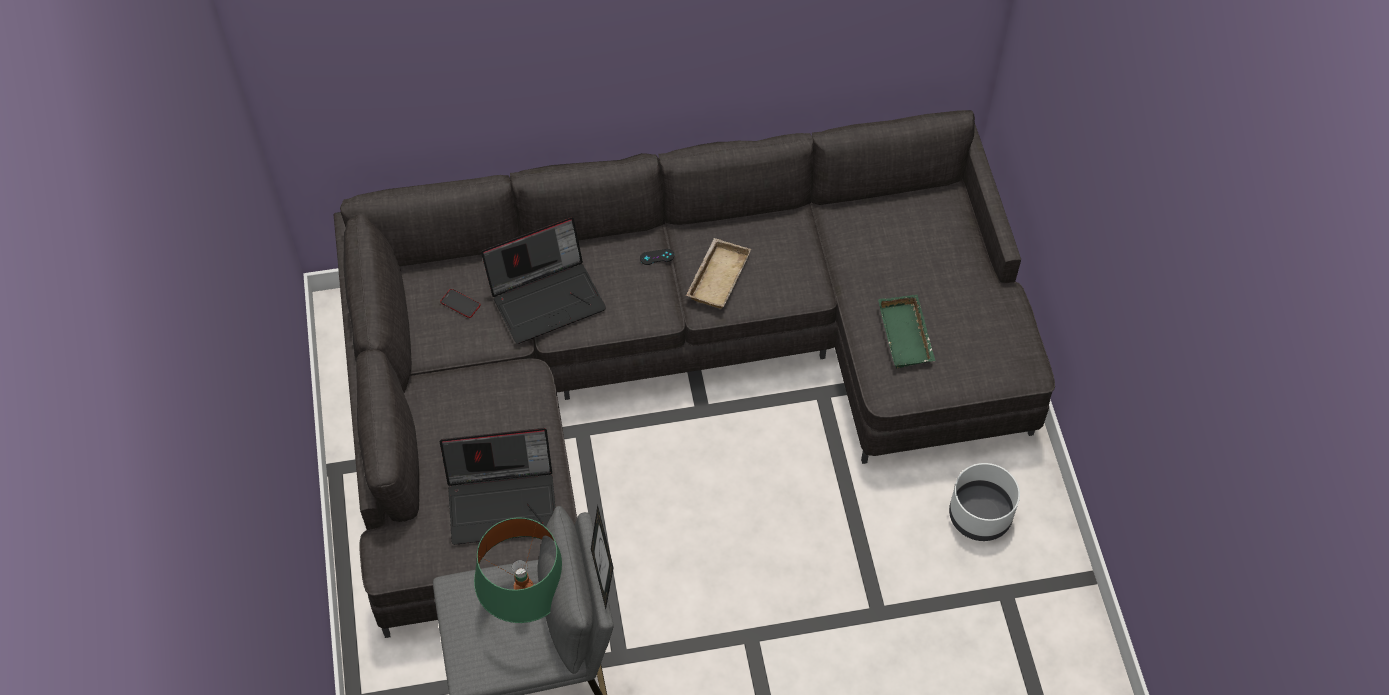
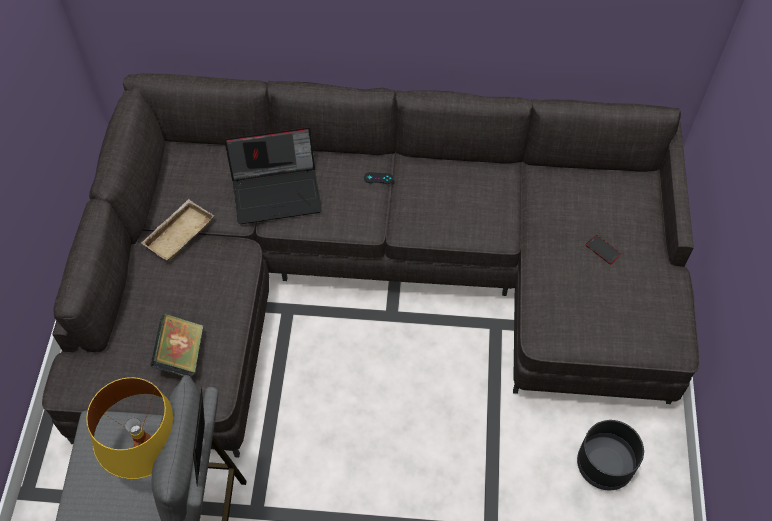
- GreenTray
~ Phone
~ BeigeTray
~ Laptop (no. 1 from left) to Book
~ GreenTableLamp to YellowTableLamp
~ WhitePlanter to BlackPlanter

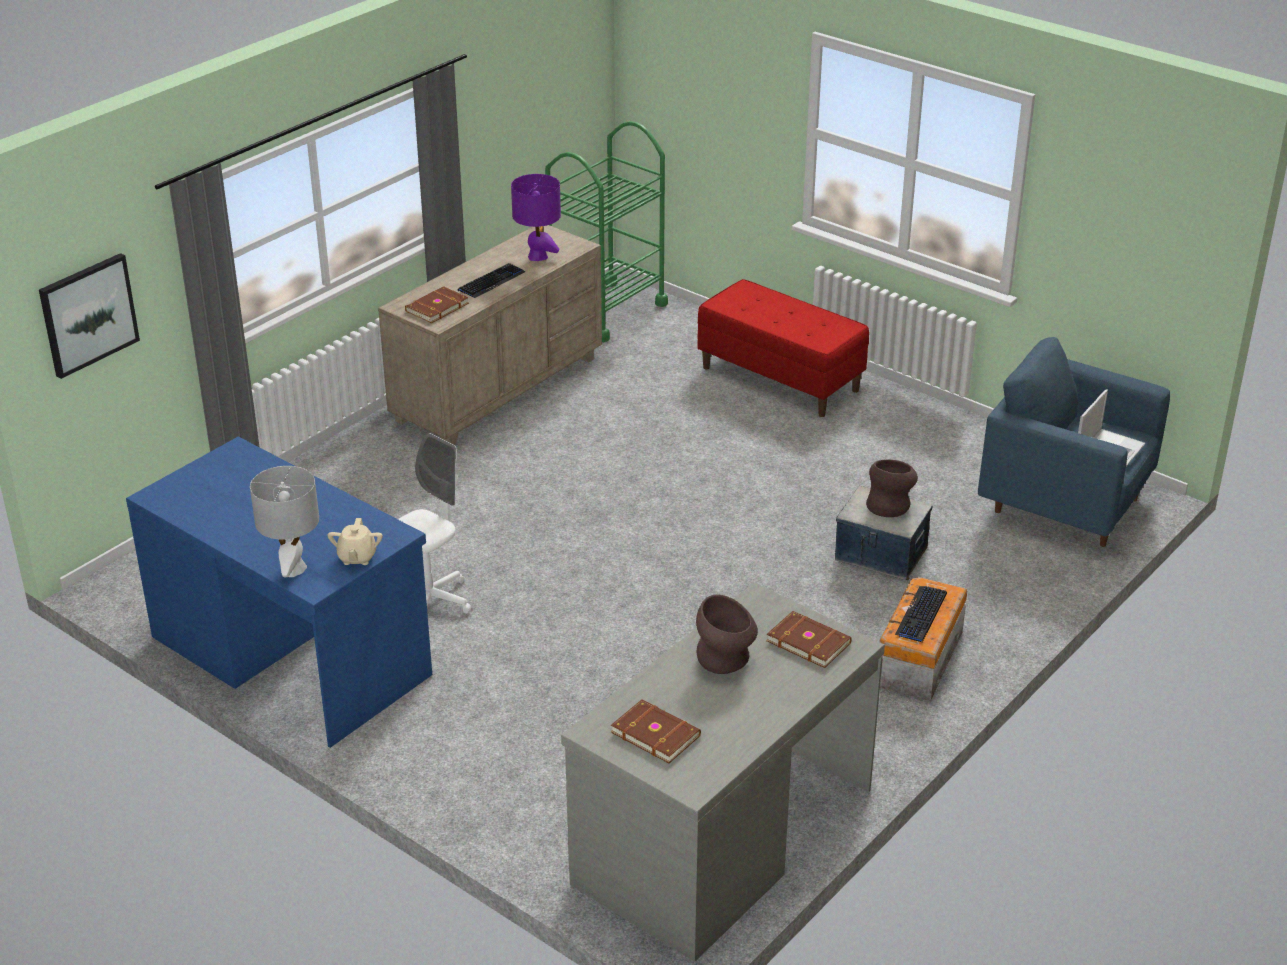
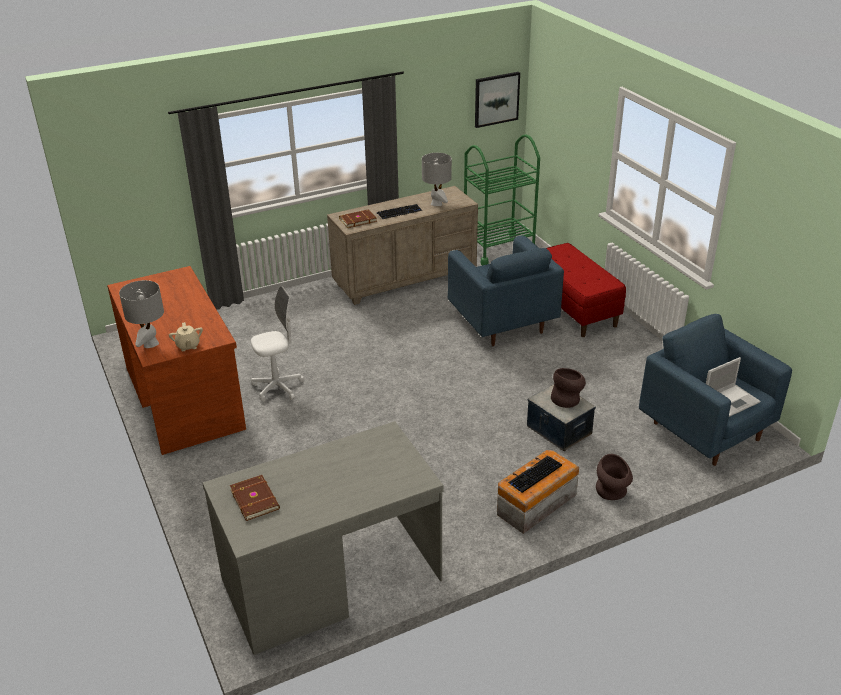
- BrownBook (no. 3 from left)
+ BlueArmchair (no. 1 from left)
~ Picture
~ BrownVase (no. 1 from left in the first image) to BrownVase (no. 2 from left)
~ BlueDesk to BrownDesk
~ PurpleTableLamp to GreyTableLamp (no. 2 from left)
~ BeigeTeapot 45 degrees counterclockwise

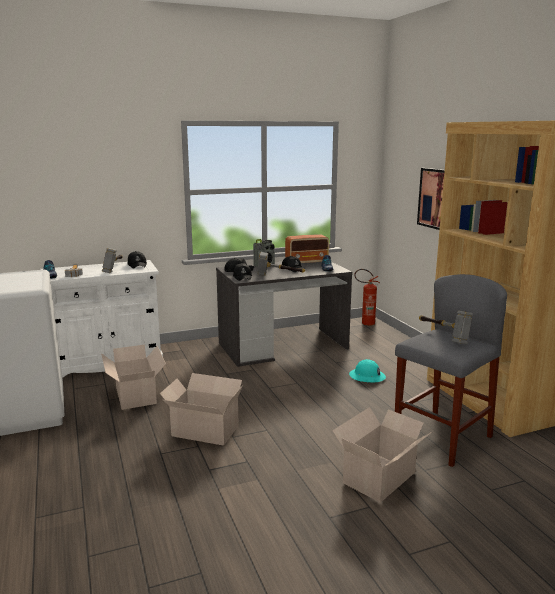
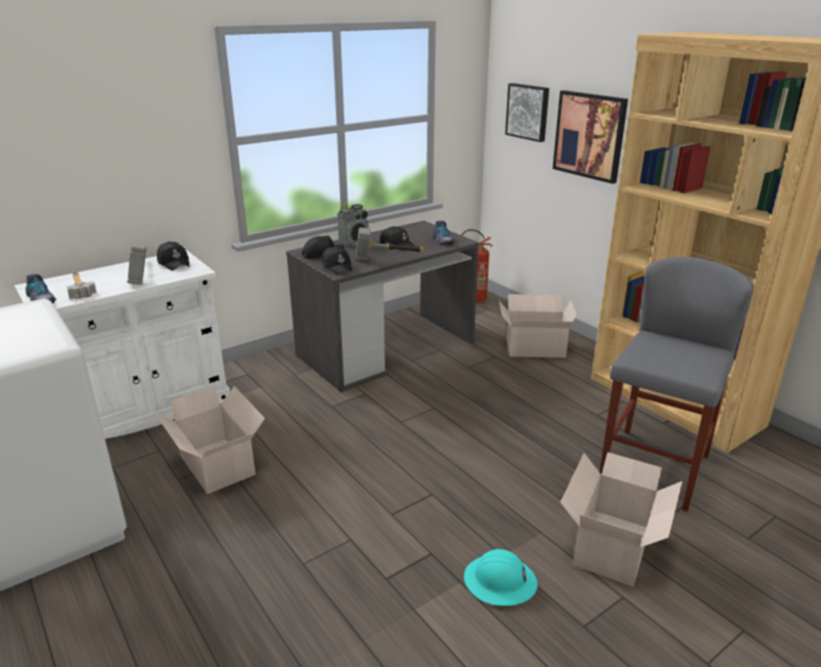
- Radio (no. 2 from left)
- Hammer (no. 4 from left)
+ Picture (no. 1 from left)
~ CardboardBox (no. 2 from left)
~ TurquoiseHardHat

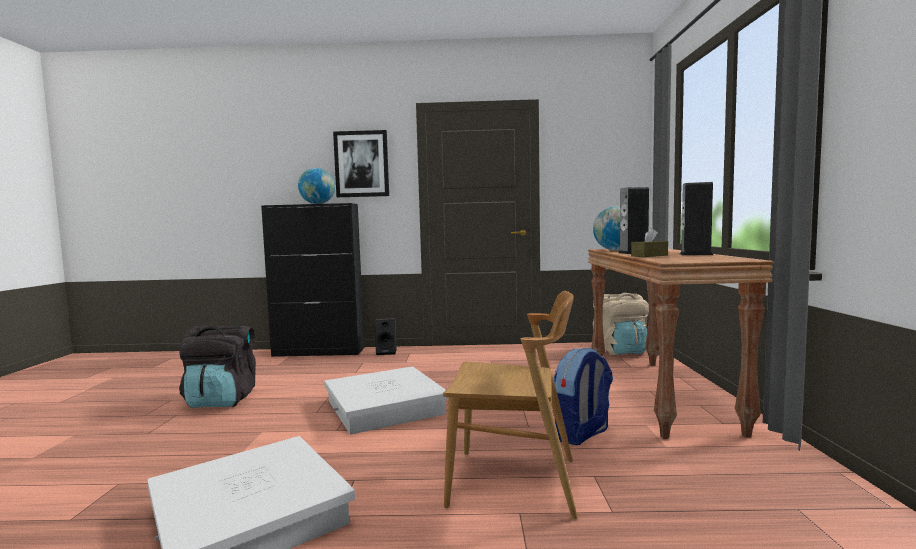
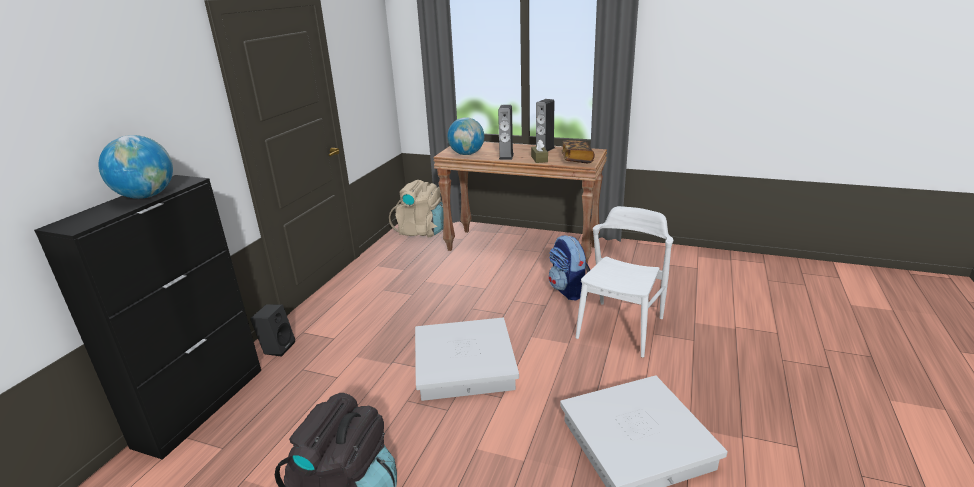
- Picture
+ Book
~ BrownChair to WhiteChair

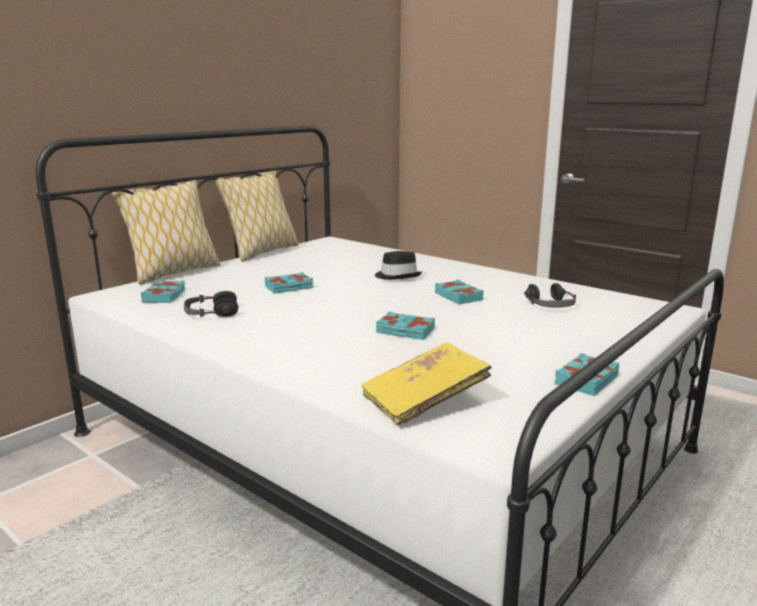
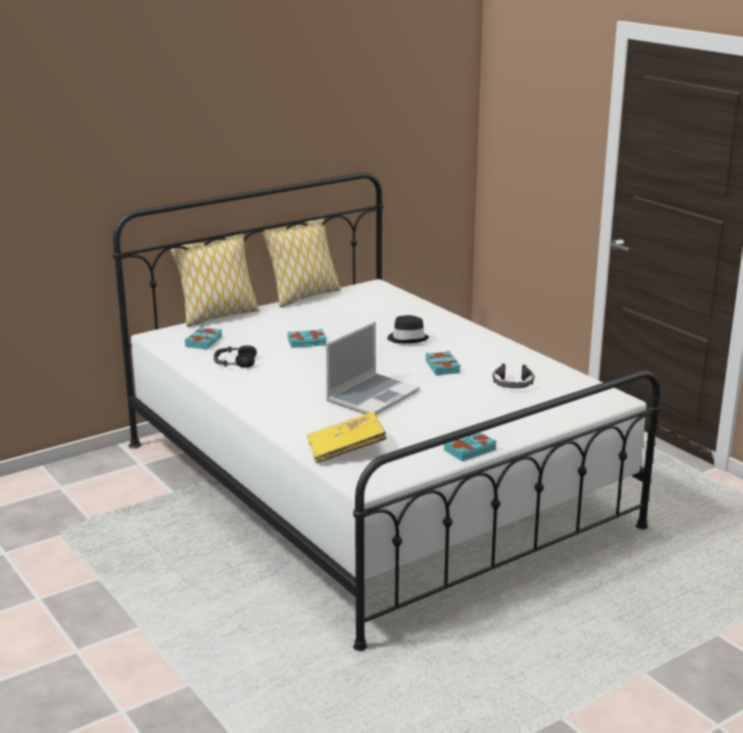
~ TurquoiseBook (no. 3 from left) to Laptop

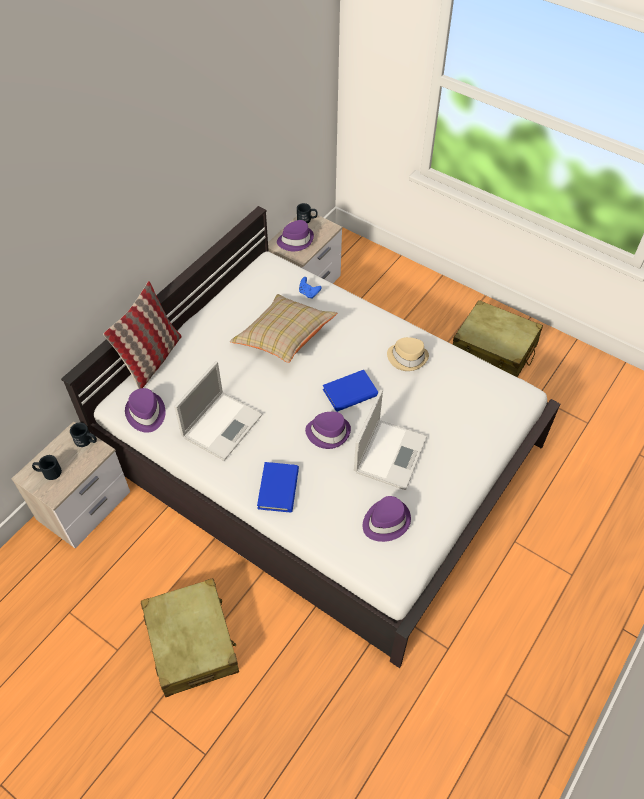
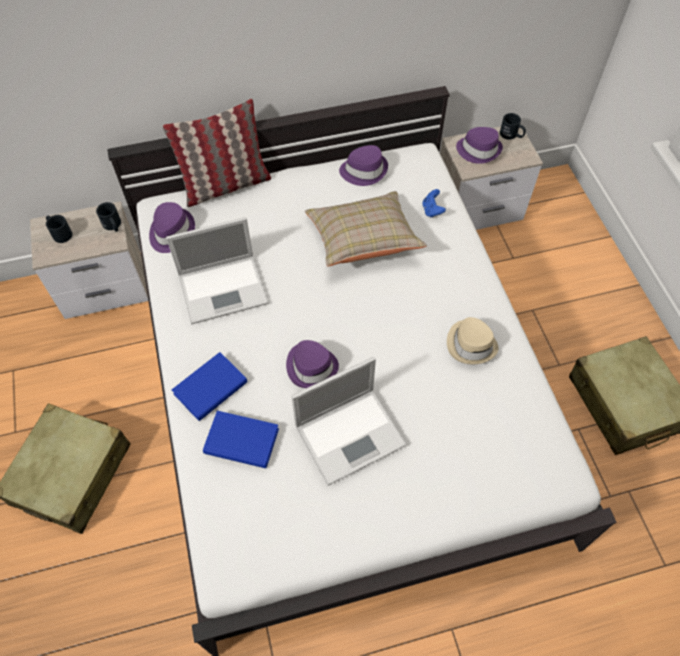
~ BlueBook (no. 2 from left)
~ PurpleHat (no. 4 from left in the first image) to PurpleHat (no. 3 from left)

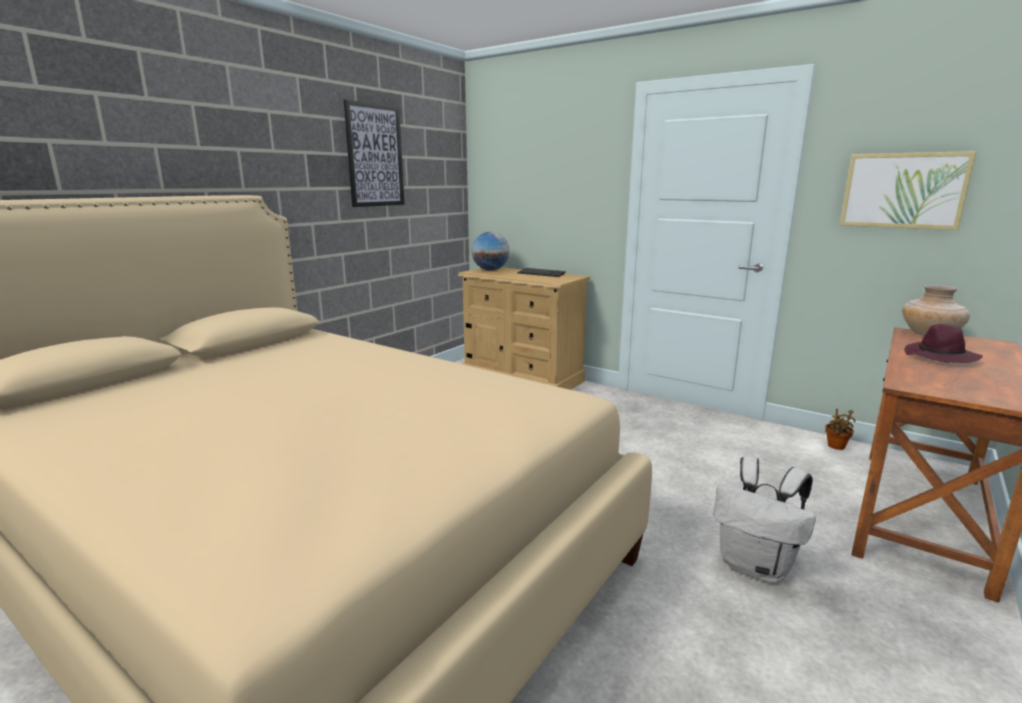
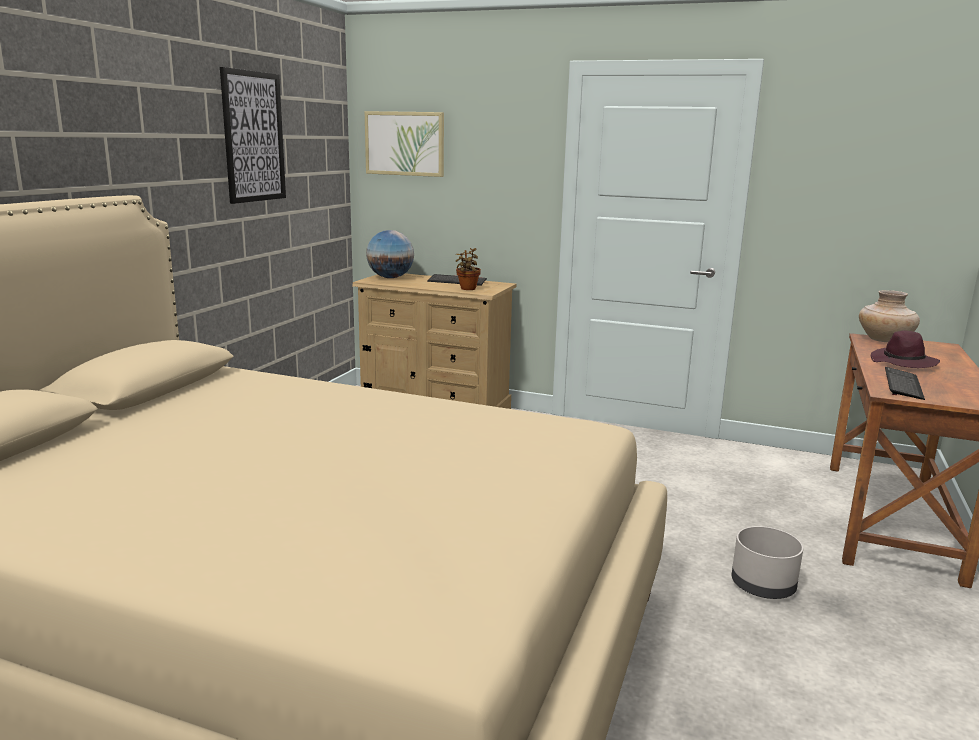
+ Keyboard (no. 2 from left)
~ PottedPlant
~ Picture (no. 2 from left)
~ WhiteBackpack to GreyPlanter

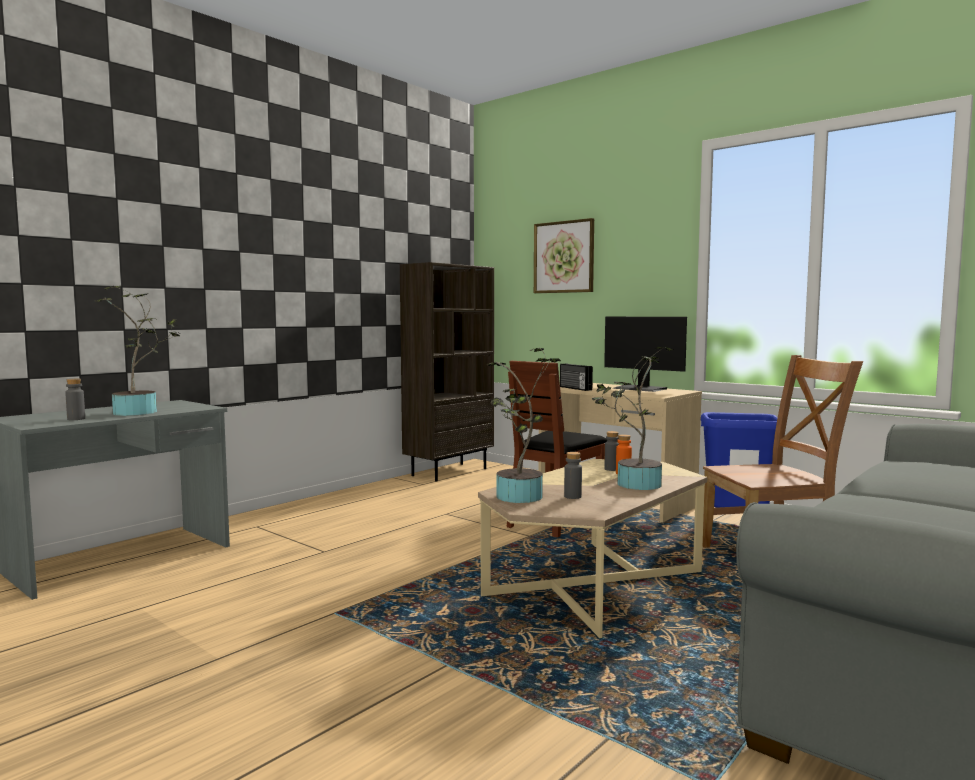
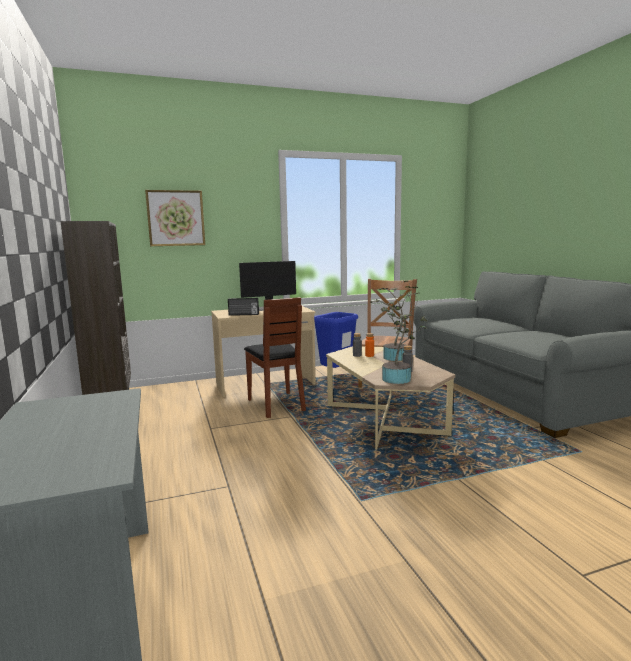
- GreyBottle (no. 1 from left)
- PottedPlant (no. 1 from left)

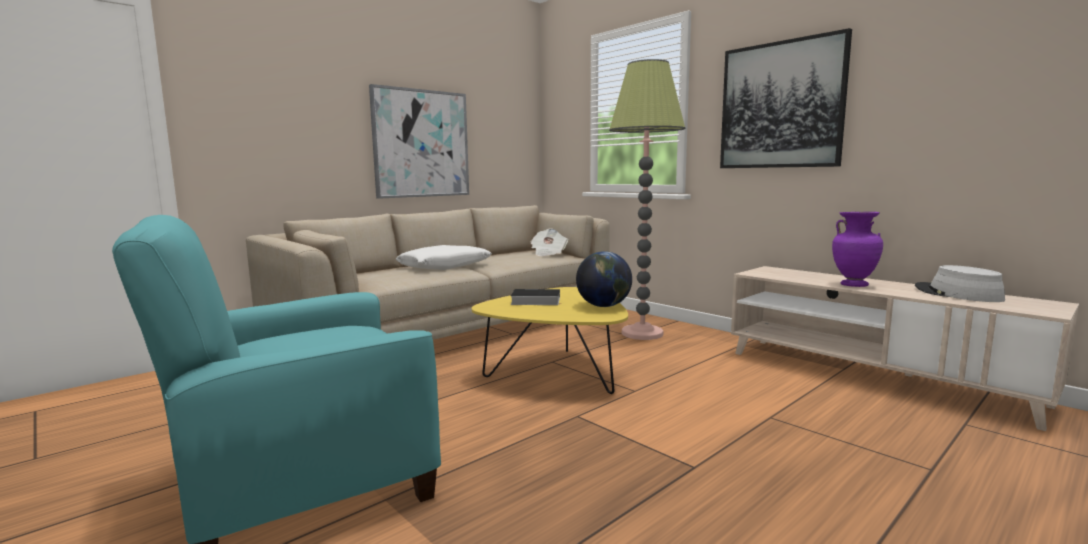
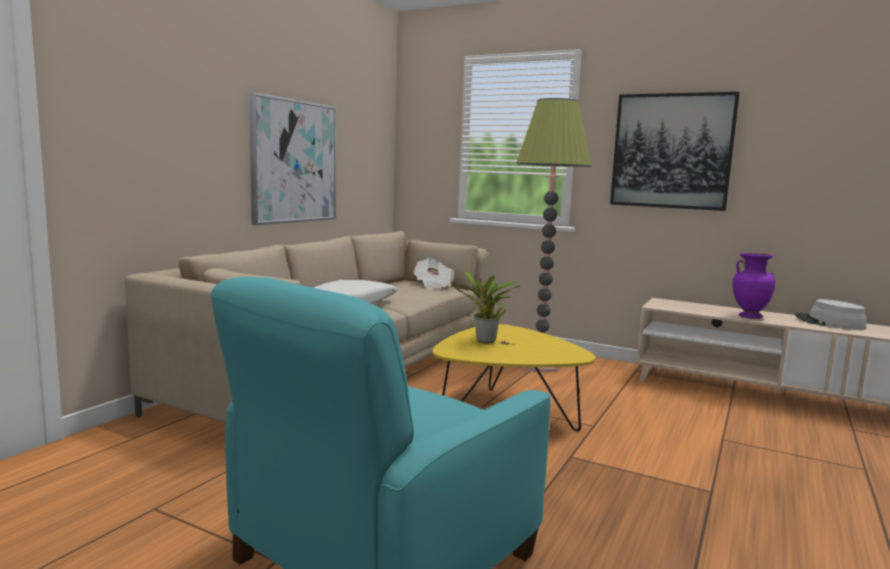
- Globe
~ Book to PottedPlant

